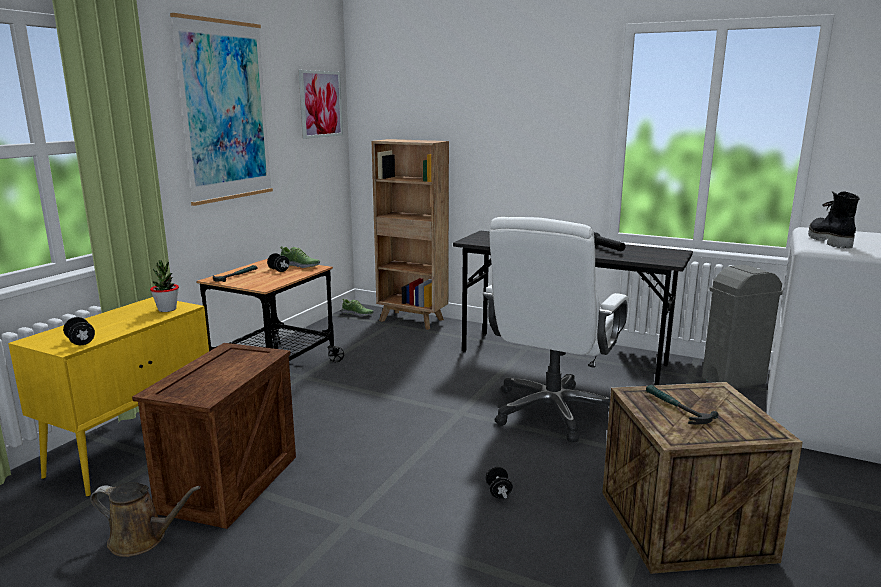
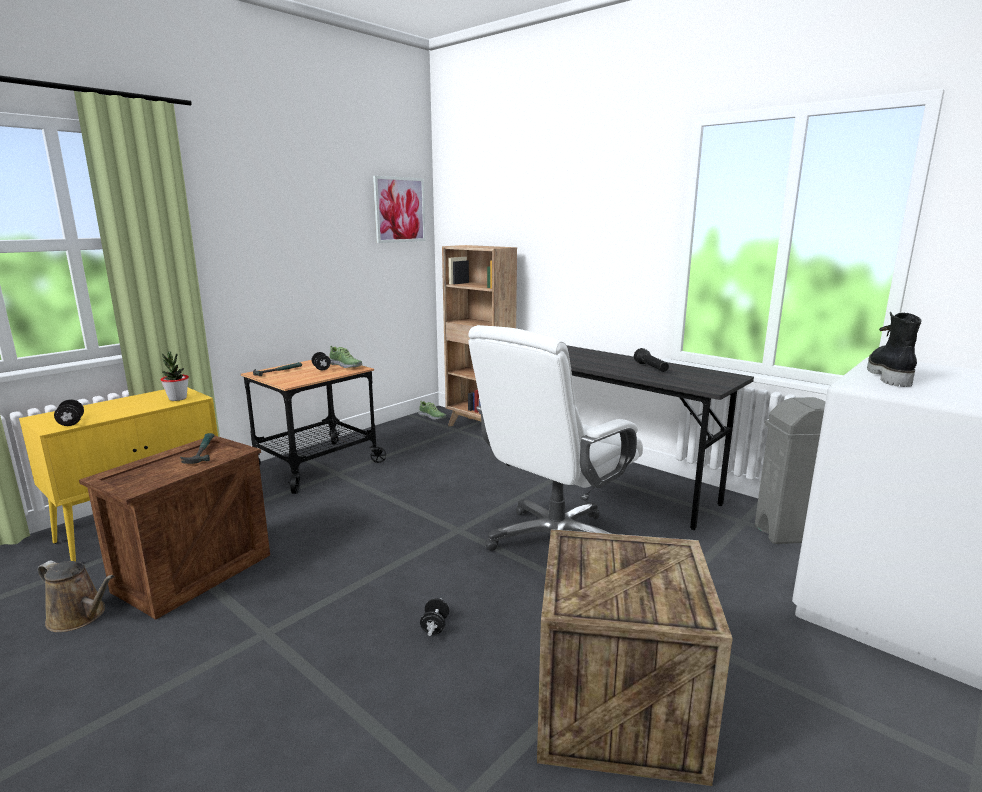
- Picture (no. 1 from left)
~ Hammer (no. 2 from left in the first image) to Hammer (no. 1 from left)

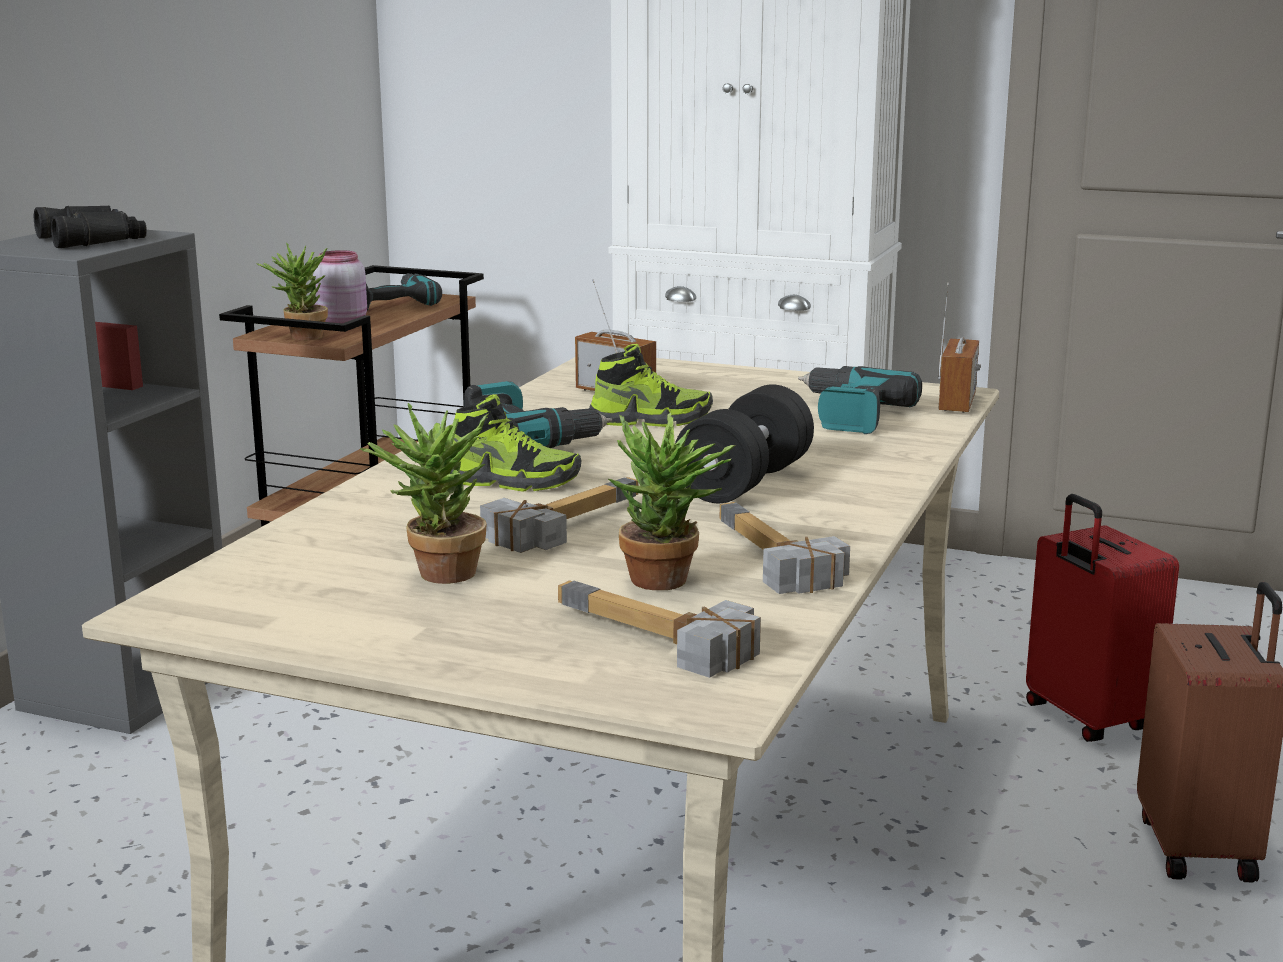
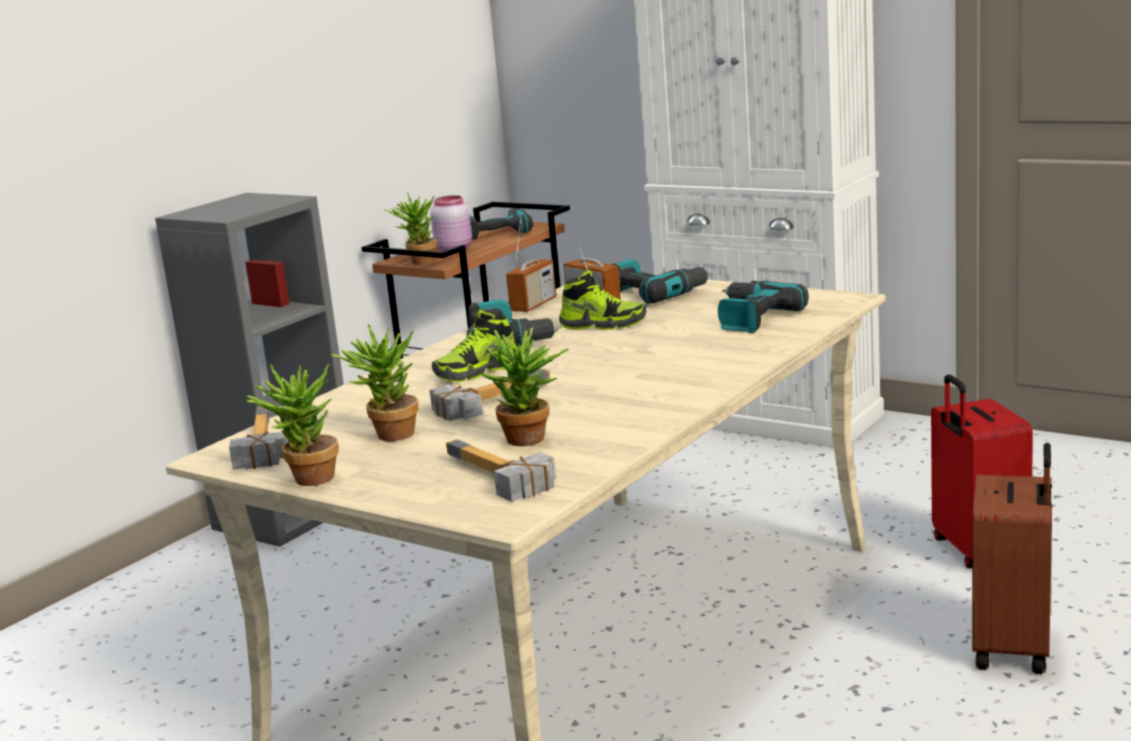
- BlackBinoculars
- BlackDumbbell
+ PottedPlant (no. 1 from left)
+ PowerDrill (no. 3 from left)
~ Hammer (no. 3 from left in the first image) to Hammer (no. 1 from left)
~ Radio (no. 2 from left in the first image) to Radio (no. 1 from left)
~ Shoe (no. 1 from left) 120 degrees clockwise

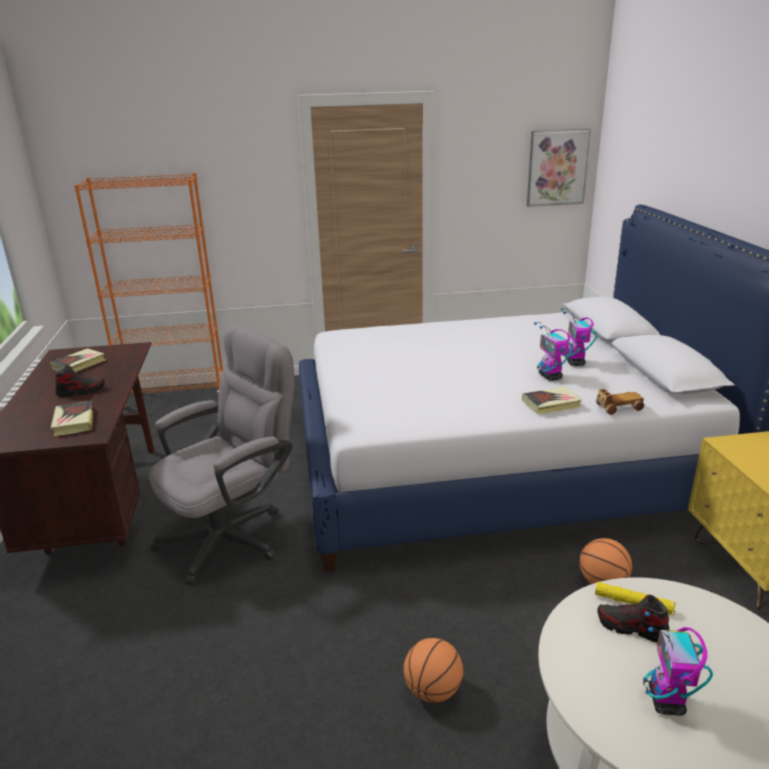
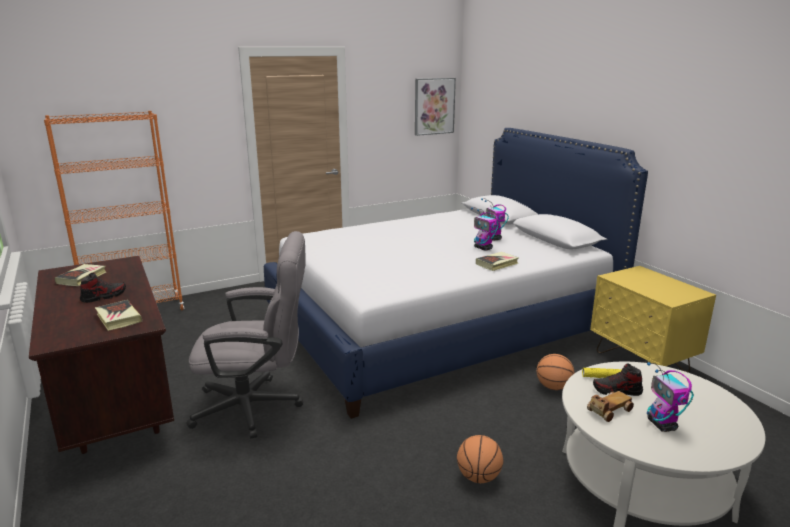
~ ToyCar
~ GreyOfficeChair 60 degrees clockwise

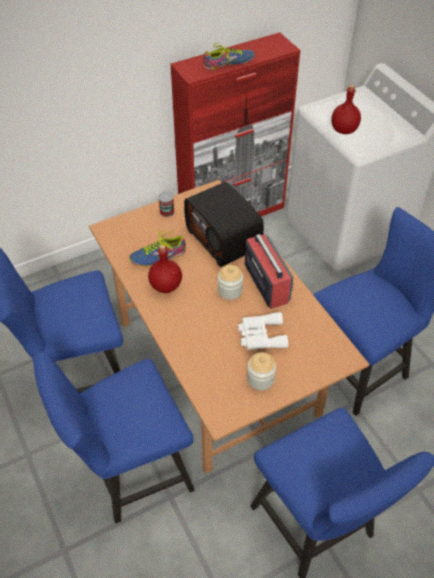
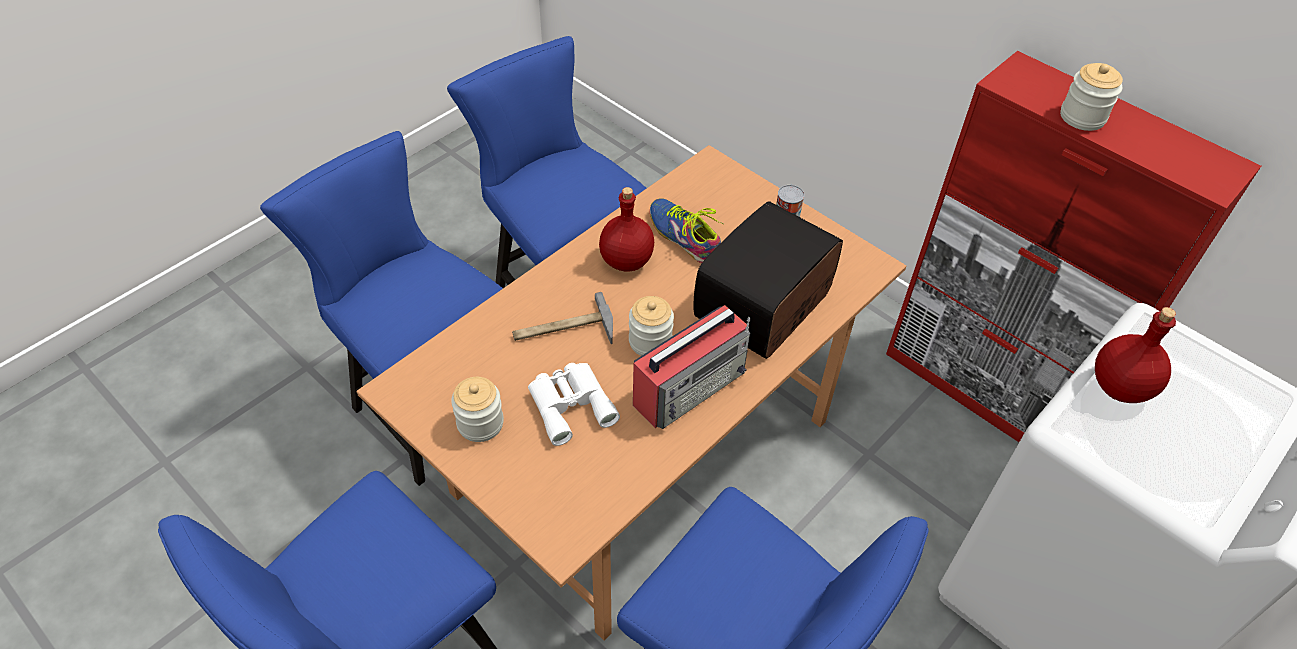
+ Hammer
~ Shoe (no. 2 from left) to Jar (no. 3 from left)

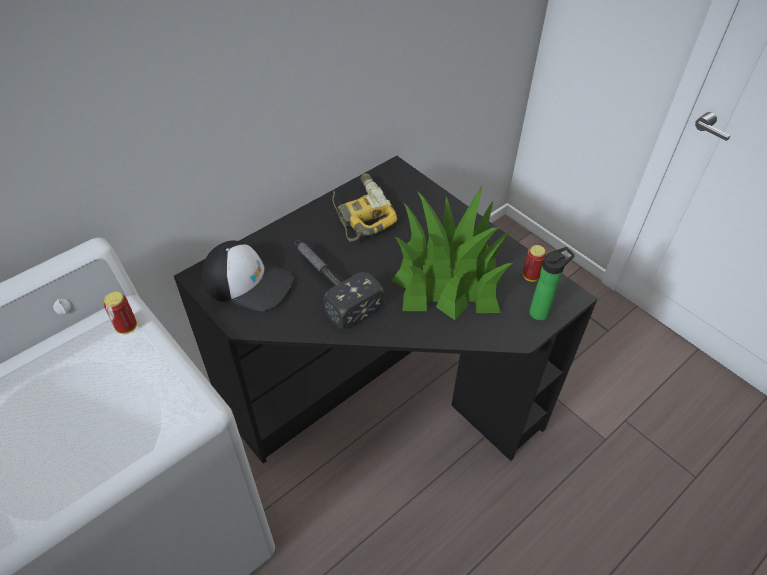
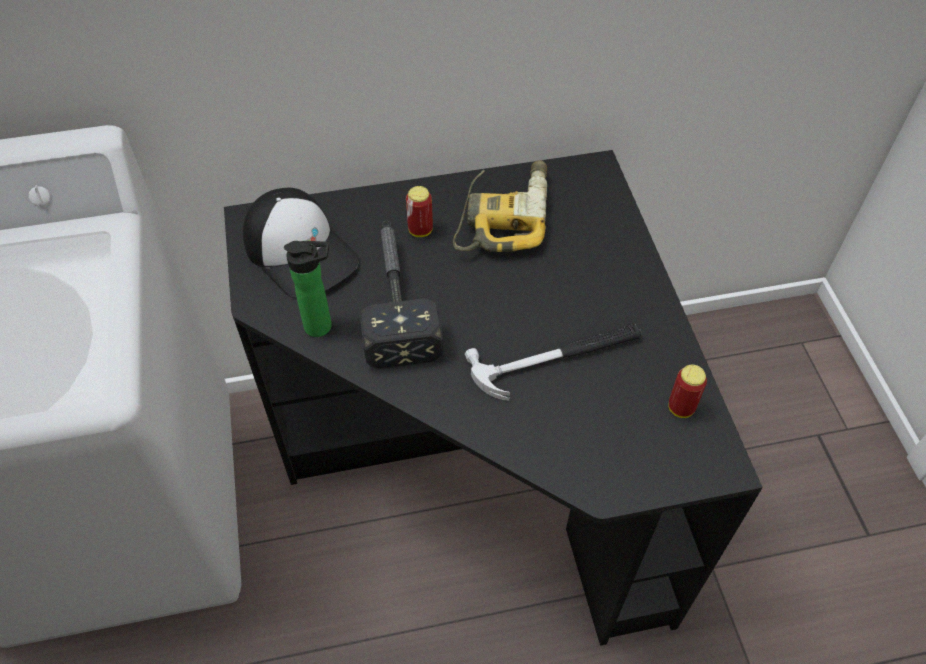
~ Can (no. 1 from left)
~ Bottle
~ PottedPlant to Hammer (no. 2 from left)

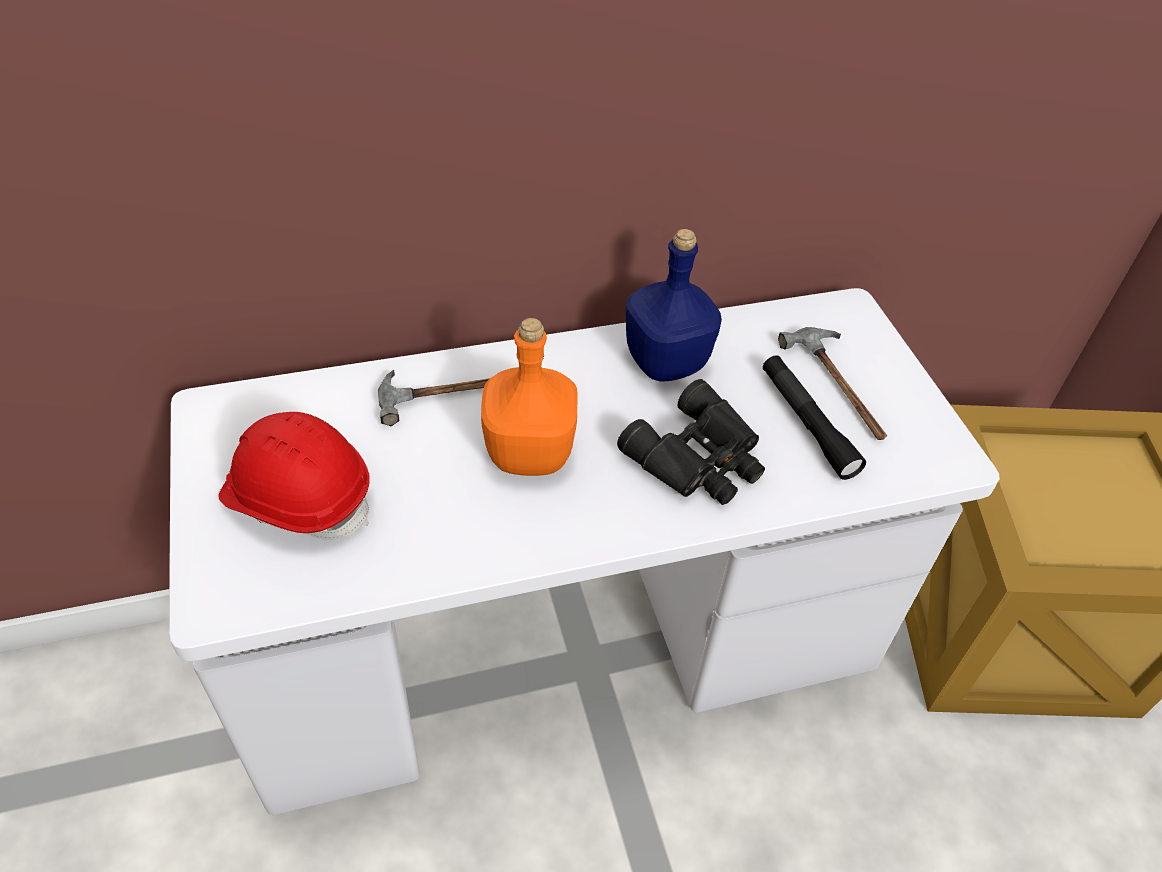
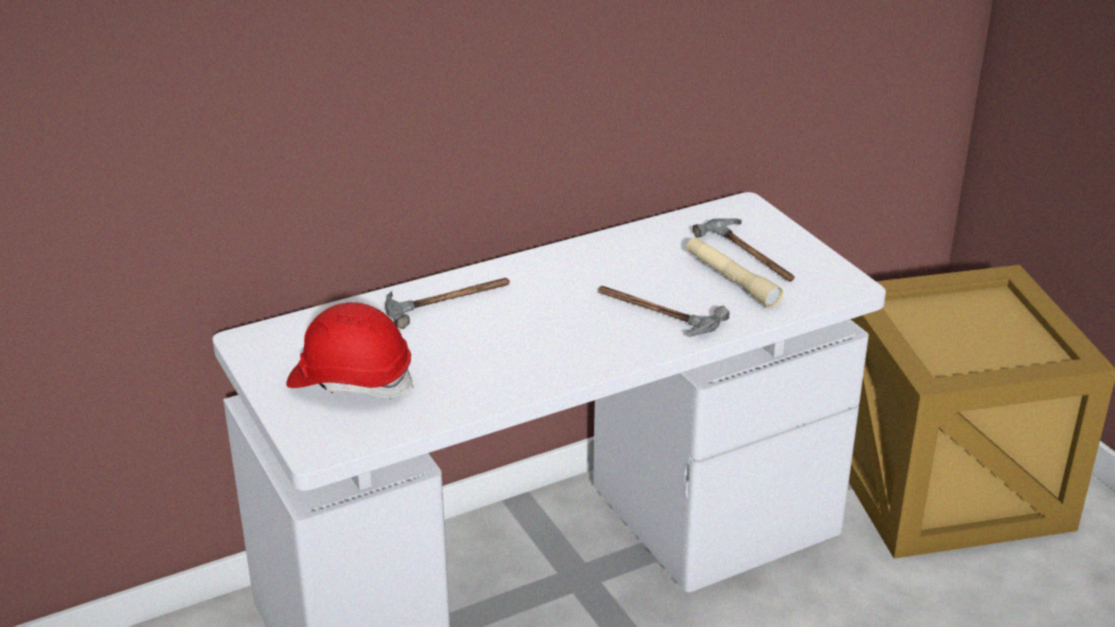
- OrangeBottle
- BlueBottle
~ BlackBinoculars to Hammer (no. 2 from left)
~ BlackFlashlight to BeigeFlashlight

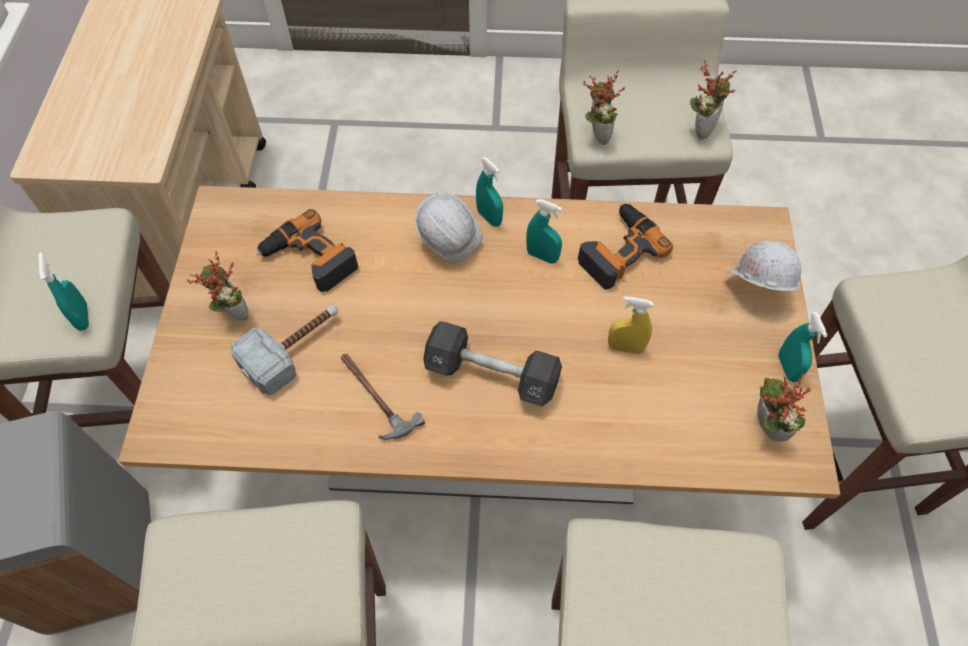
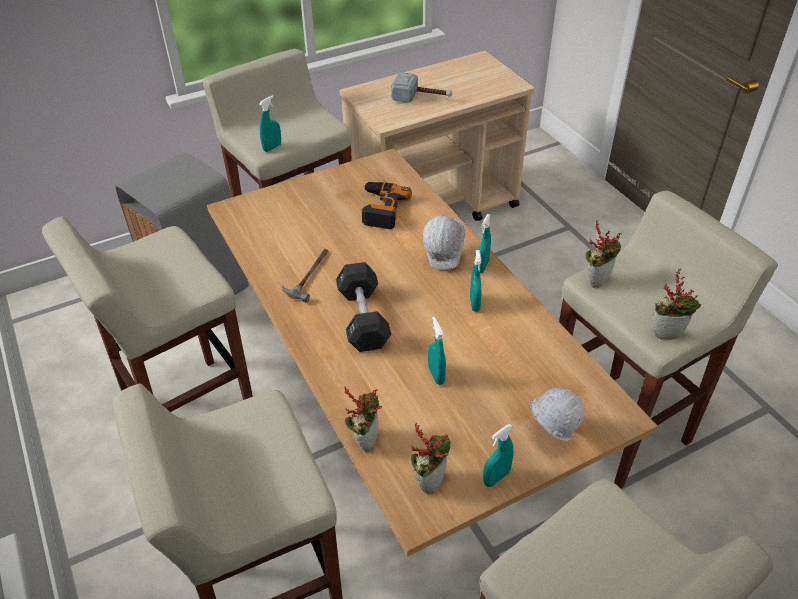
- PowerDrill (no. 2 from left)
~ PottedPlant (no. 1 from left)
~ Hammer (no. 1 from left in the first image) to Hammer (no. 2 from left)
~ YellowSprayBottle to TurquoiseSprayBottle (no. 2 from left)

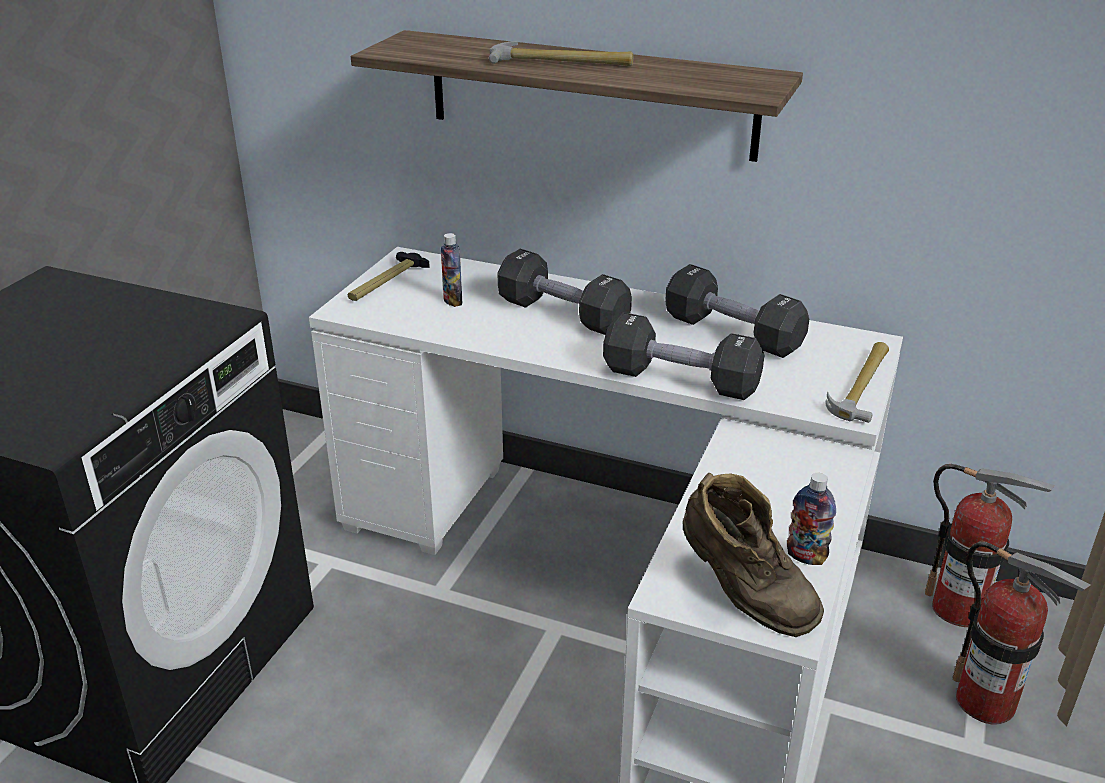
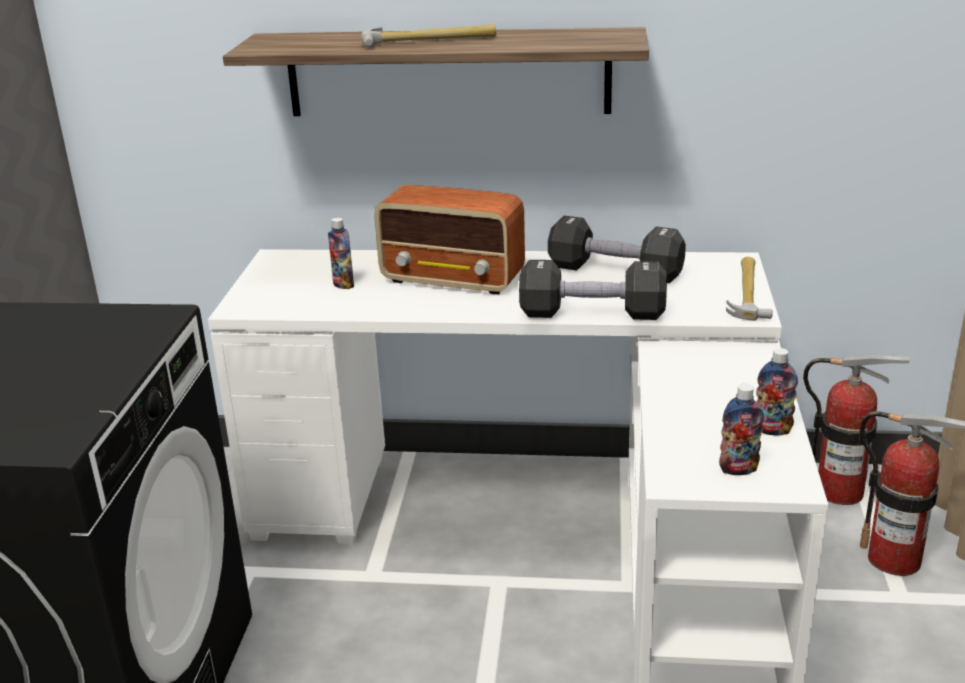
- Hammer (no. 1 from left)
~ BlackDumbbell (no. 1 from left) to Radio
~ BrownBoot to Bottle (no. 2 from left)

